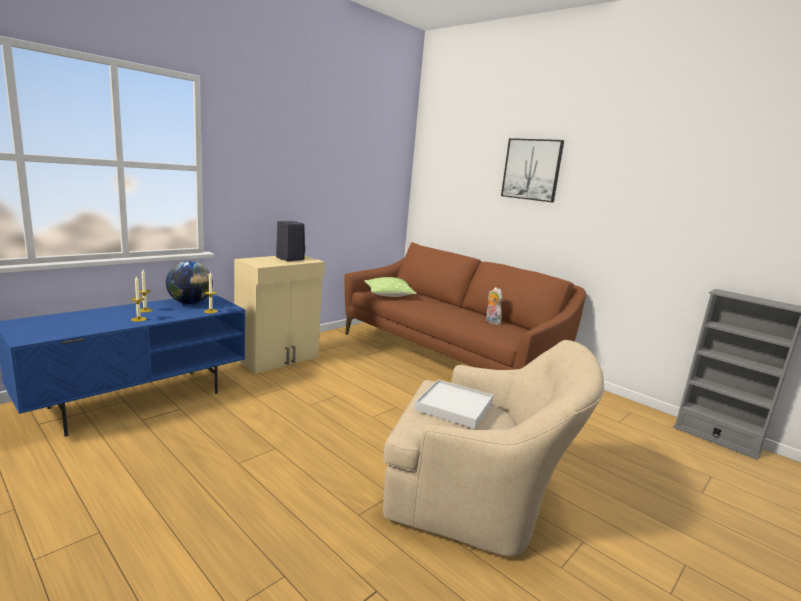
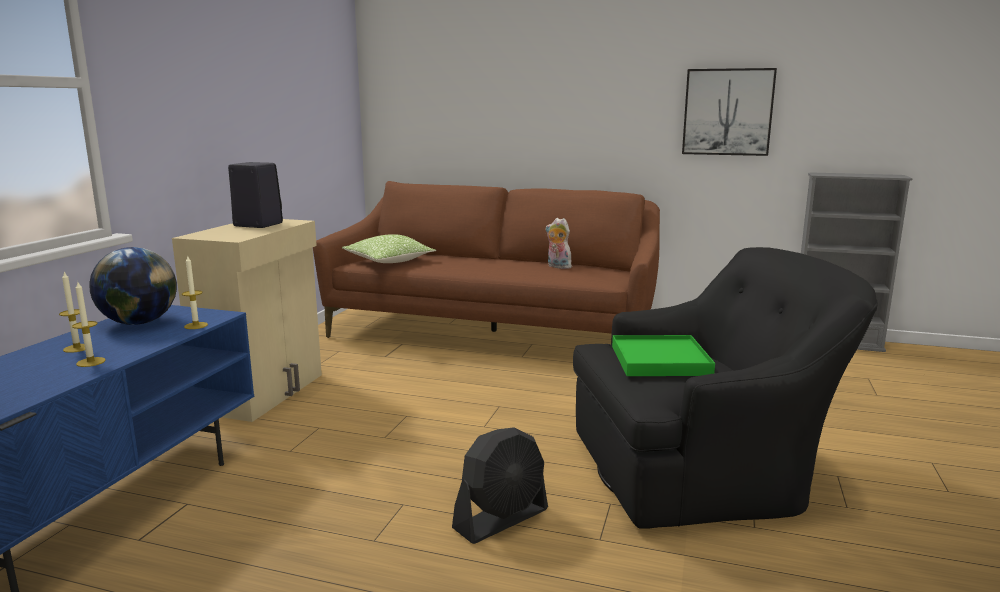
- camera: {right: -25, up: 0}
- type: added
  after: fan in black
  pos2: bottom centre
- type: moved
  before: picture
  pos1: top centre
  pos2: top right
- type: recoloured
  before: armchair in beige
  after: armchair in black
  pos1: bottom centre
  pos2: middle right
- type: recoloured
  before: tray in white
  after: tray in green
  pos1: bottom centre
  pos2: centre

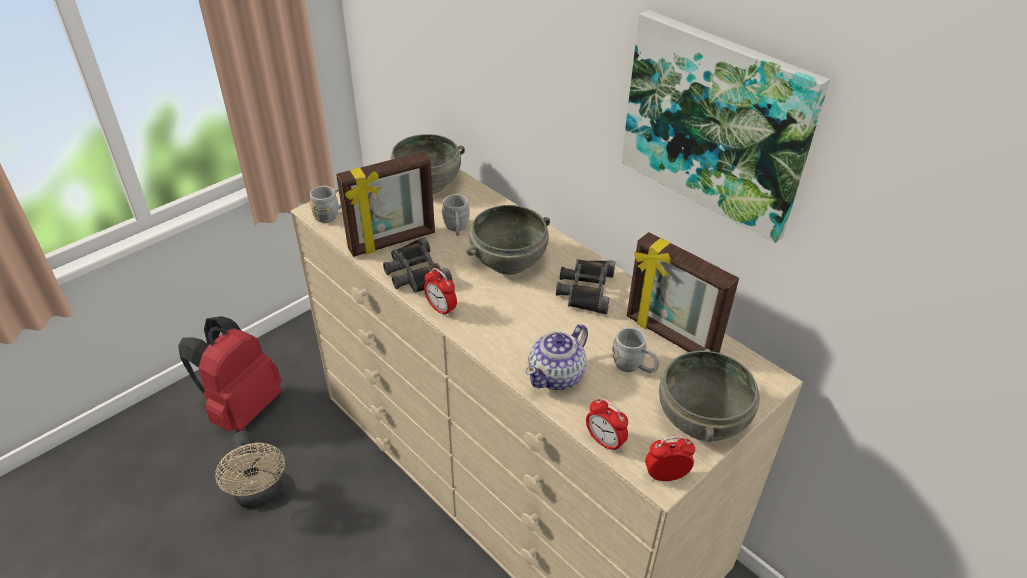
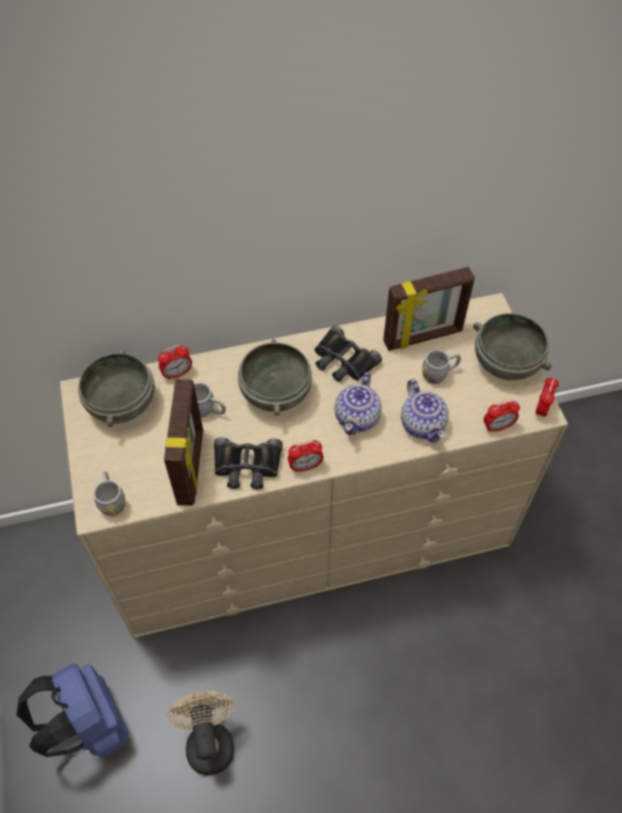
- camera: {right: -60, up: 15}
- type: removed
  before: picture
  pos1: top right
- type: added
  after: alarm clock (1st from left)
  pos2: middle left
- type: added
  after: teapot (1st from left)
  pos2: centre
- type: recoloured
  before: backpack in red
  after: backpack in blue
  pos1: middle left
  pos2: bottom left
- type: turned
  before: fan in beige
  pos1: bottom left
  pos2: bottom left
  turn: -105

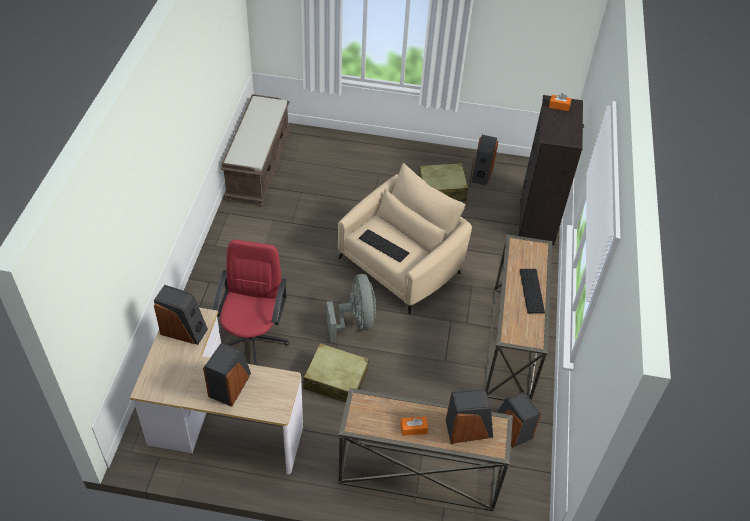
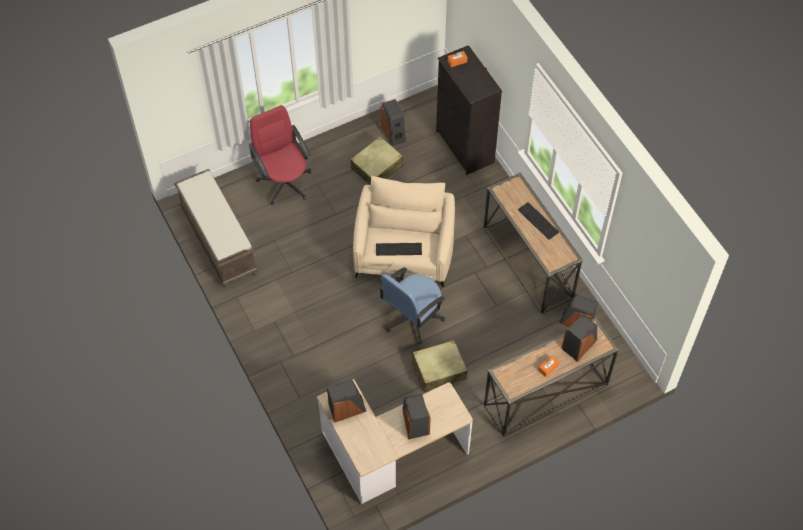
- camera: {right: -35, up: 10}
- type: moved
  before: office chair in red
  pos1: centre
  pos2: top centre
- type: replaced
  before: fan in grey
  after: office chair in blue
  pos1: centre
  pos2: centre

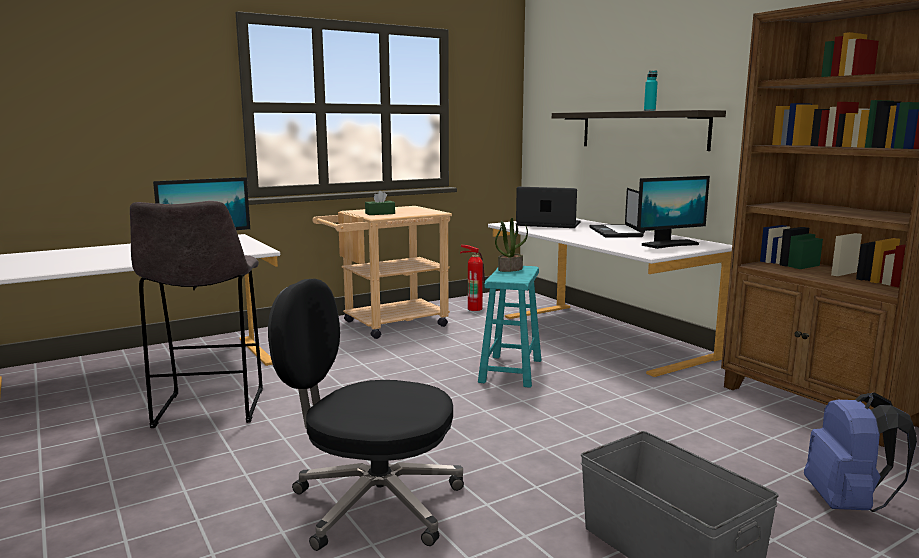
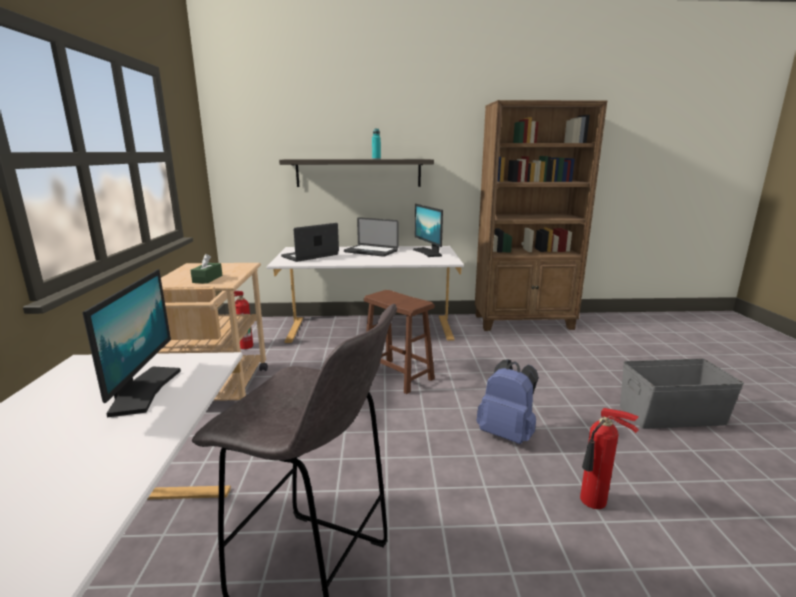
- camera: {right: -60, up: 5}
- type: removed
  before: potted plant
  pos1: centre
- type: moved
  before: backpack in blue
  pos1: bottom right
  pos2: bottom centre
- type: replaced
  before: office chair in black
  after: fire extinguisher (2nd from left)
  pos1: bottom centre
  pos2: bottom right
- type: recoloured
  before: stool in turquoise
  after: stool in brown
  pos1: centre
  pos2: centre
- type: turned
  before: monitor (2nd from left)
  pos1: middle right
  pos2: centre
  turn: 150

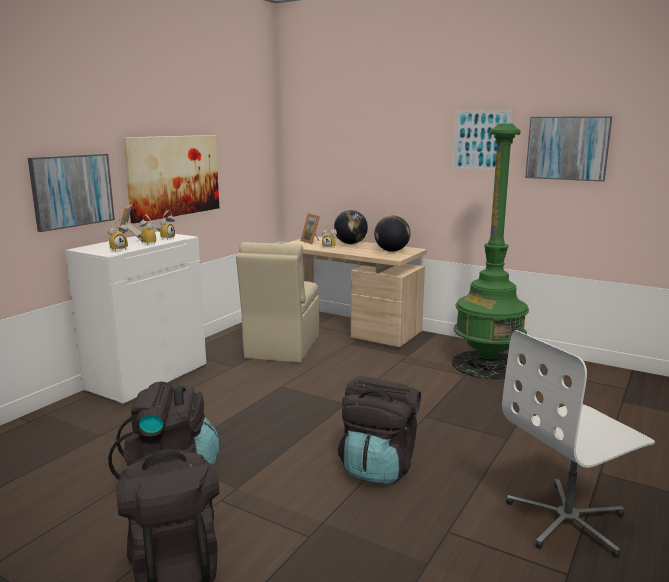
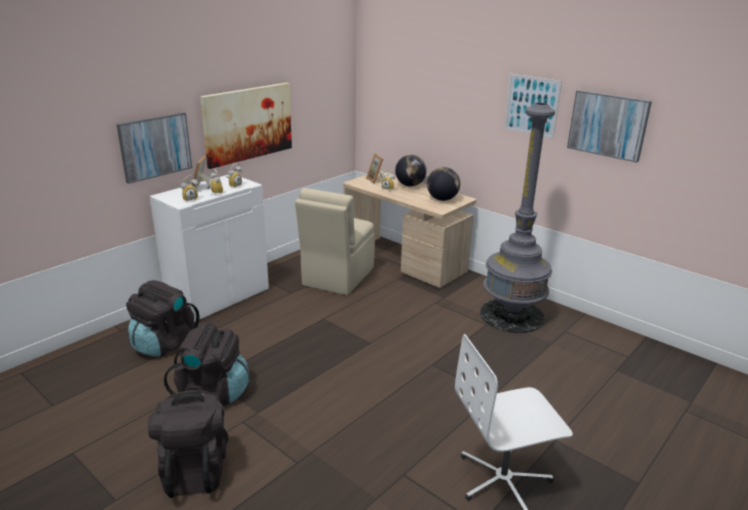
- camera: {right: 10, up: 10}
- type: moved
  before: backpack in black (3rd from left in the first image)
  after: backpack in black (1st from left)
  pos1: bottom centre
  pos2: middle left
- type: recoloured
  before: floor lamp in green
  after: floor lamp in grey
  pos1: middle right
  pos2: middle right

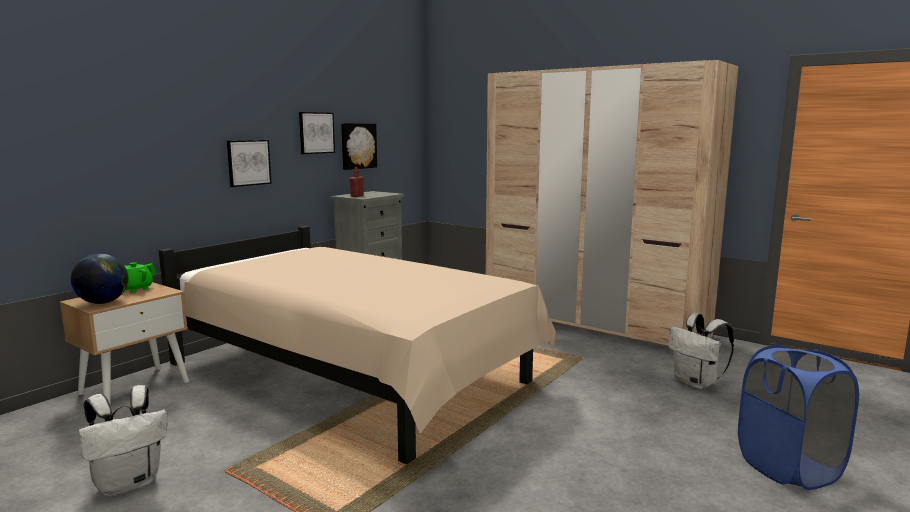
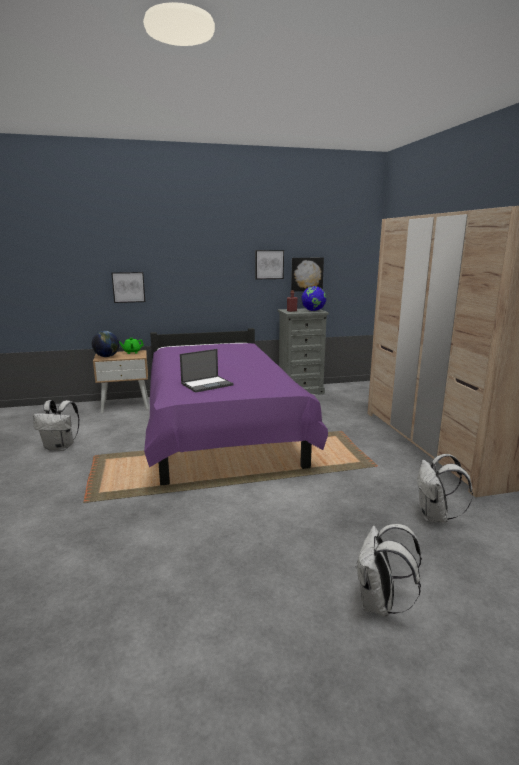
- camera: {right: 40, up: 5}
- type: added
  after: laptop
  pos2: centre
- type: added
  after: globe (2nd from left)
  pos2: centre
- type: moved
  before: picture (1st from left)
  pos1: top left
  pos2: middle left
- type: replaced
  before: laundry basket in blue
  after: backpack in white (2nd from left)
  pos1: bottom right
  pos2: bottom right
- type: recoloured
  before: bed in beige
  after: bed in purple
  pos1: bottom centre
  pos2: centre

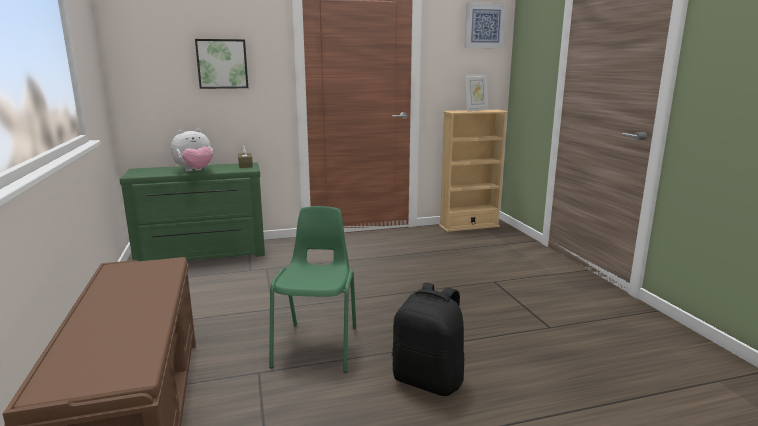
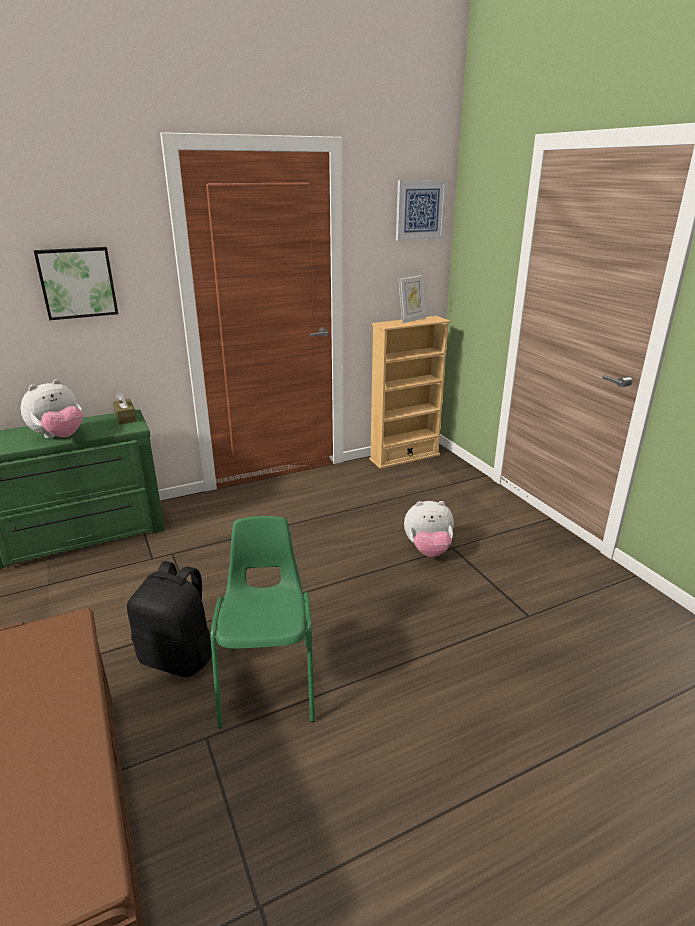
- camera: {right: -10, up: 10}
- type: added
  after: plush toy (2nd from left)
  pos2: centre
- type: moved
  before: backpack in black
  pos1: bottom centre
  pos2: bottom left

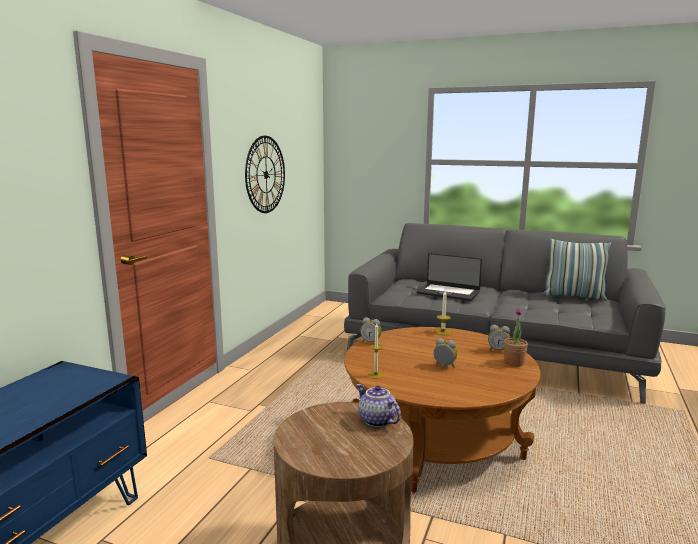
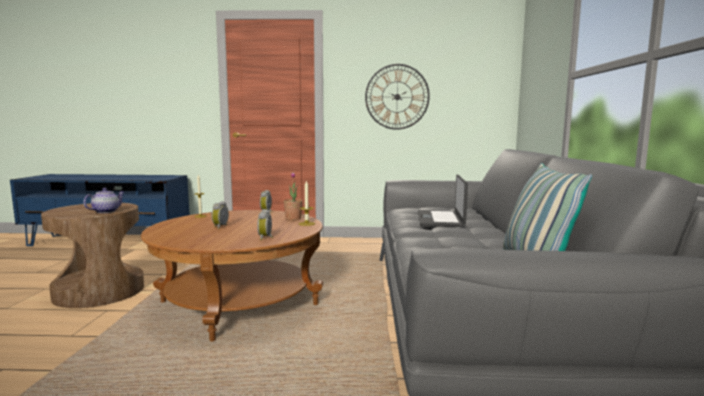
- camera: {right: 70, up: -5}
- type: moved
  before: potted plant
  pos1: middle right
  pos2: centre

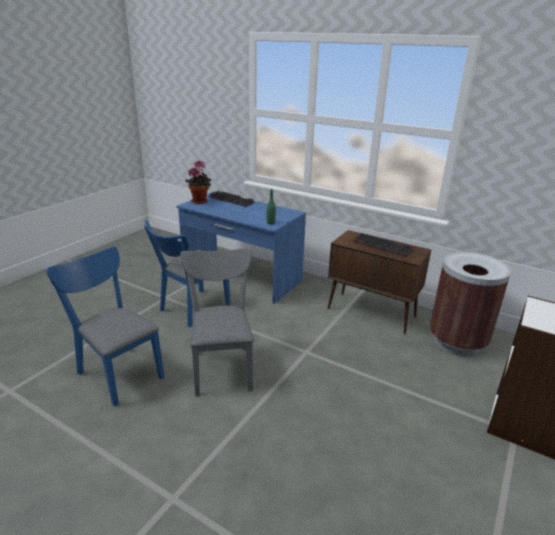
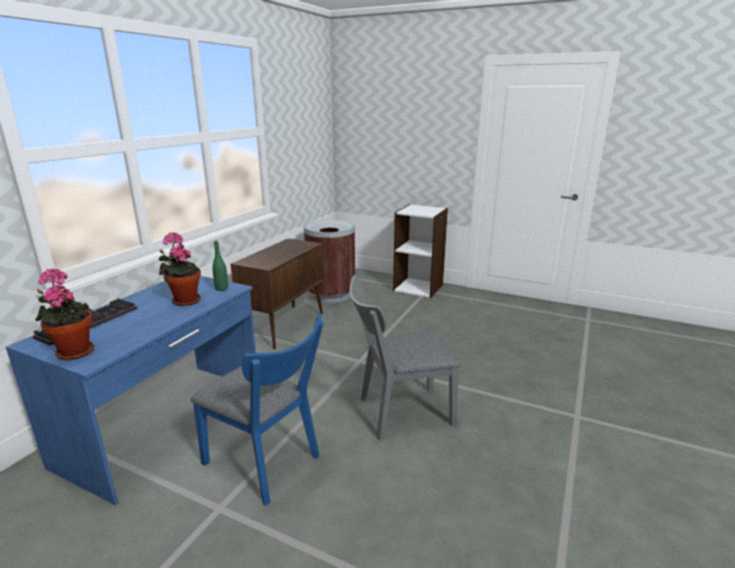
- camera: {right: -95, up: -5}
- type: removed
  before: chair in blue (1st from left)
  pos1: middle left
- type: removed
  before: keyboard (2nd from left)
  pos1: middle right
- type: added
  after: potted plant (2nd from left)
  pos2: middle left

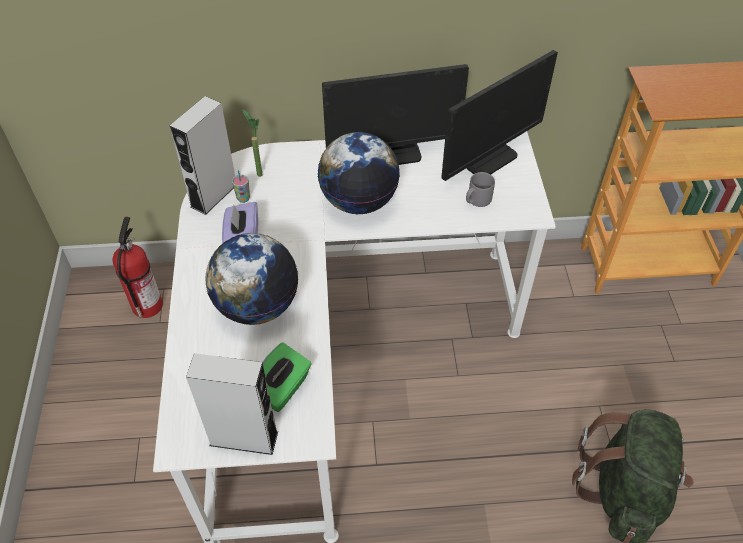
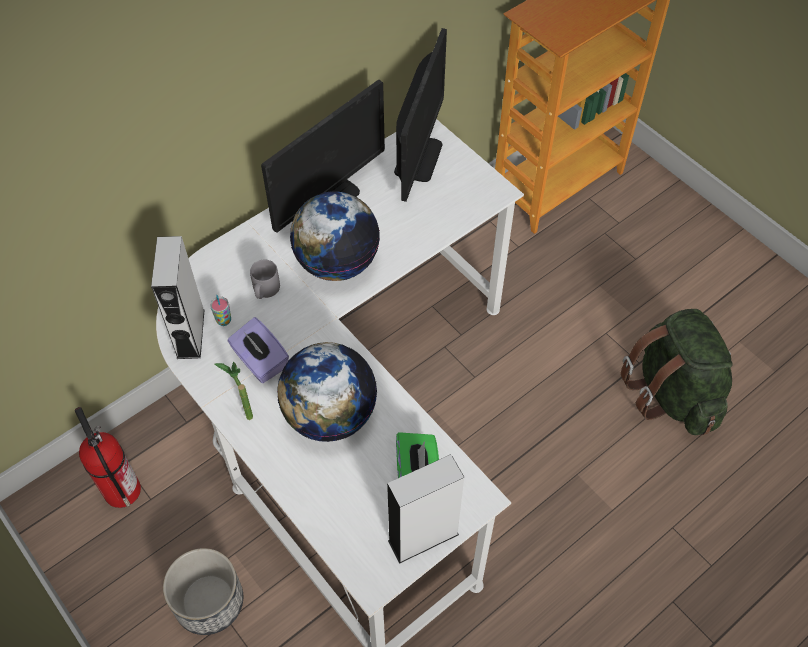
- camera: {right: -35, up: 5}
- type: added
  after: planter
  pos2: bottom left
- type: moved
  before: potted plant
  pos1: top centre
  pos2: middle left
- type: moved
  before: mug in grey
  pos1: centre
  pos2: middle left

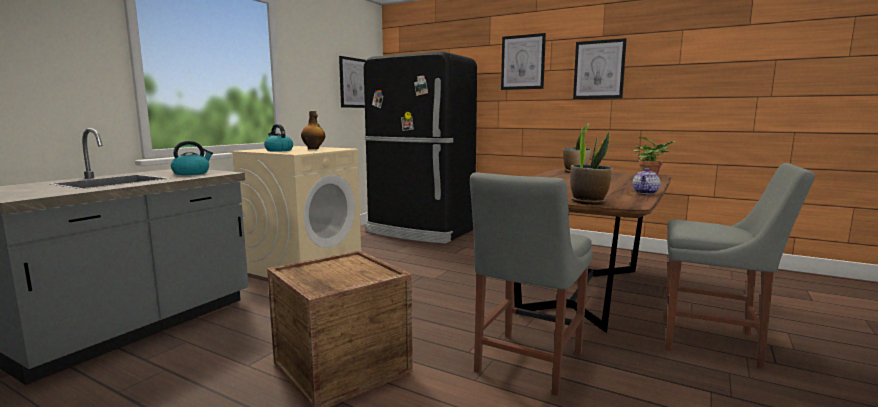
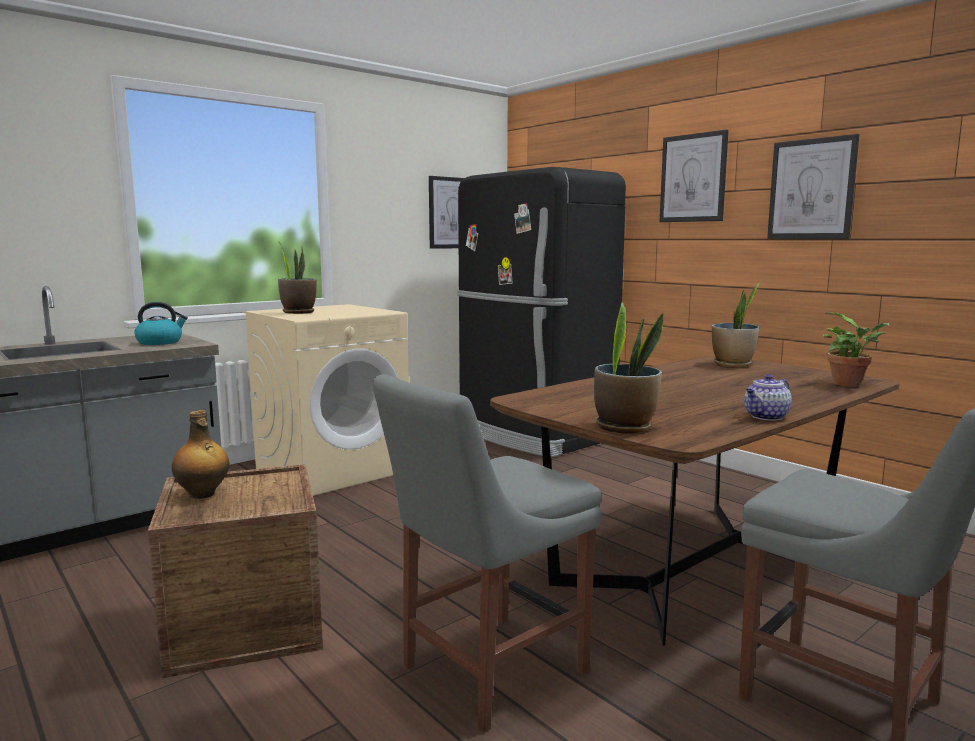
- camera: {right: 20, up: 0}
- type: moved
  before: bottle
  pos1: top centre
  pos2: middle left
- type: replaced
  before: kettle (2nd from left)
  after: potted plant (1st from left)
  pos1: middle left
  pos2: middle left

